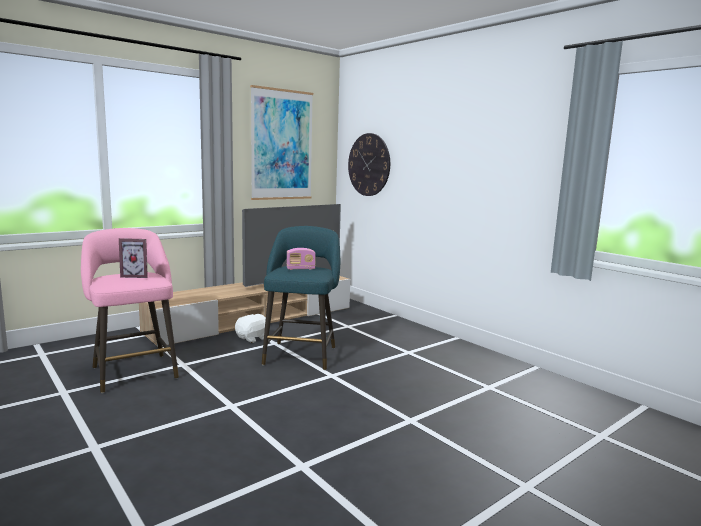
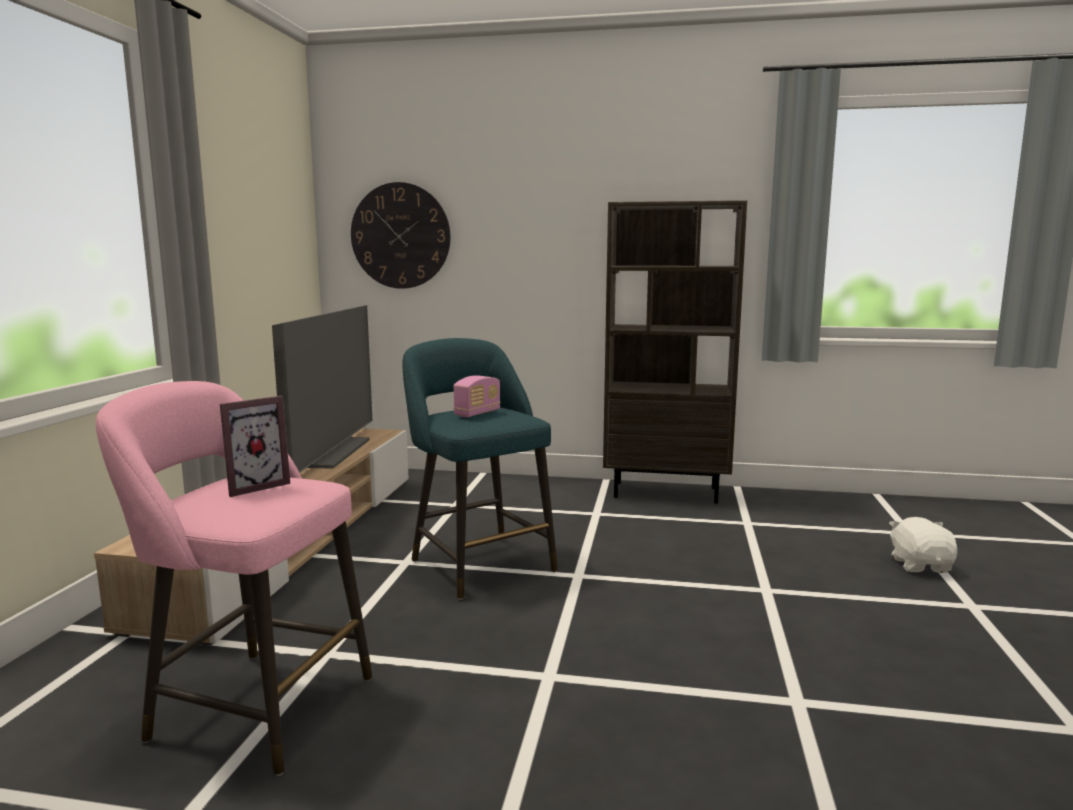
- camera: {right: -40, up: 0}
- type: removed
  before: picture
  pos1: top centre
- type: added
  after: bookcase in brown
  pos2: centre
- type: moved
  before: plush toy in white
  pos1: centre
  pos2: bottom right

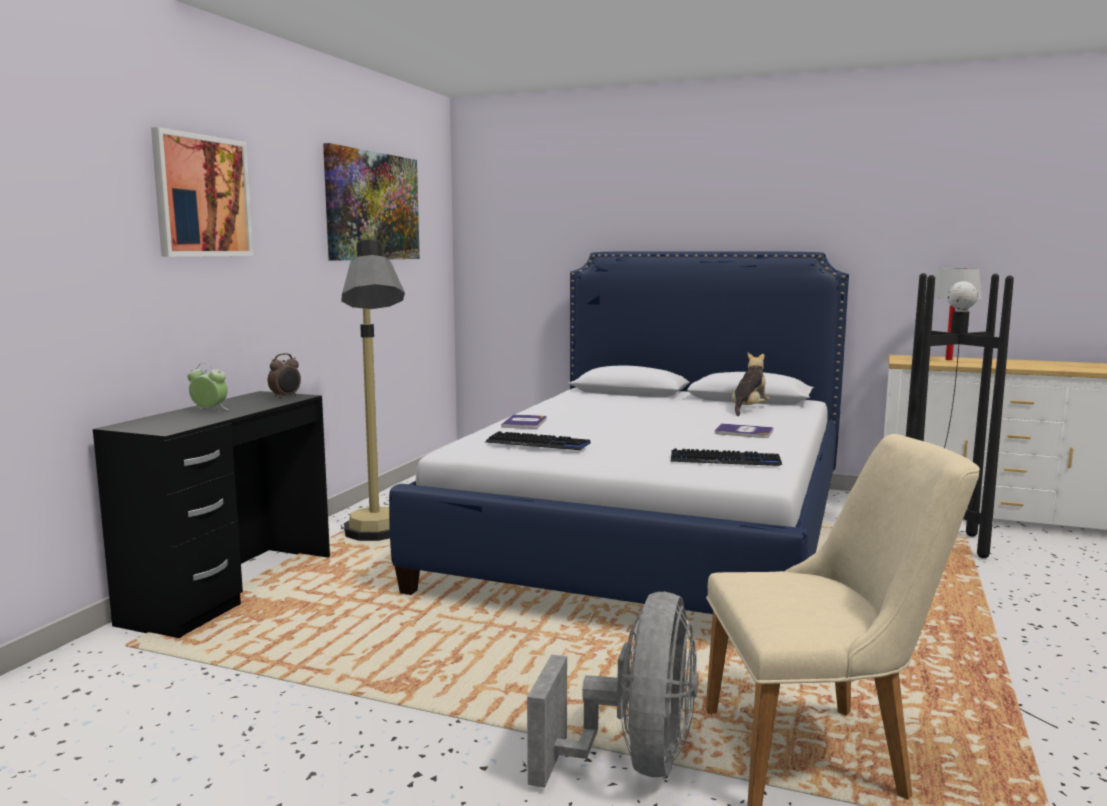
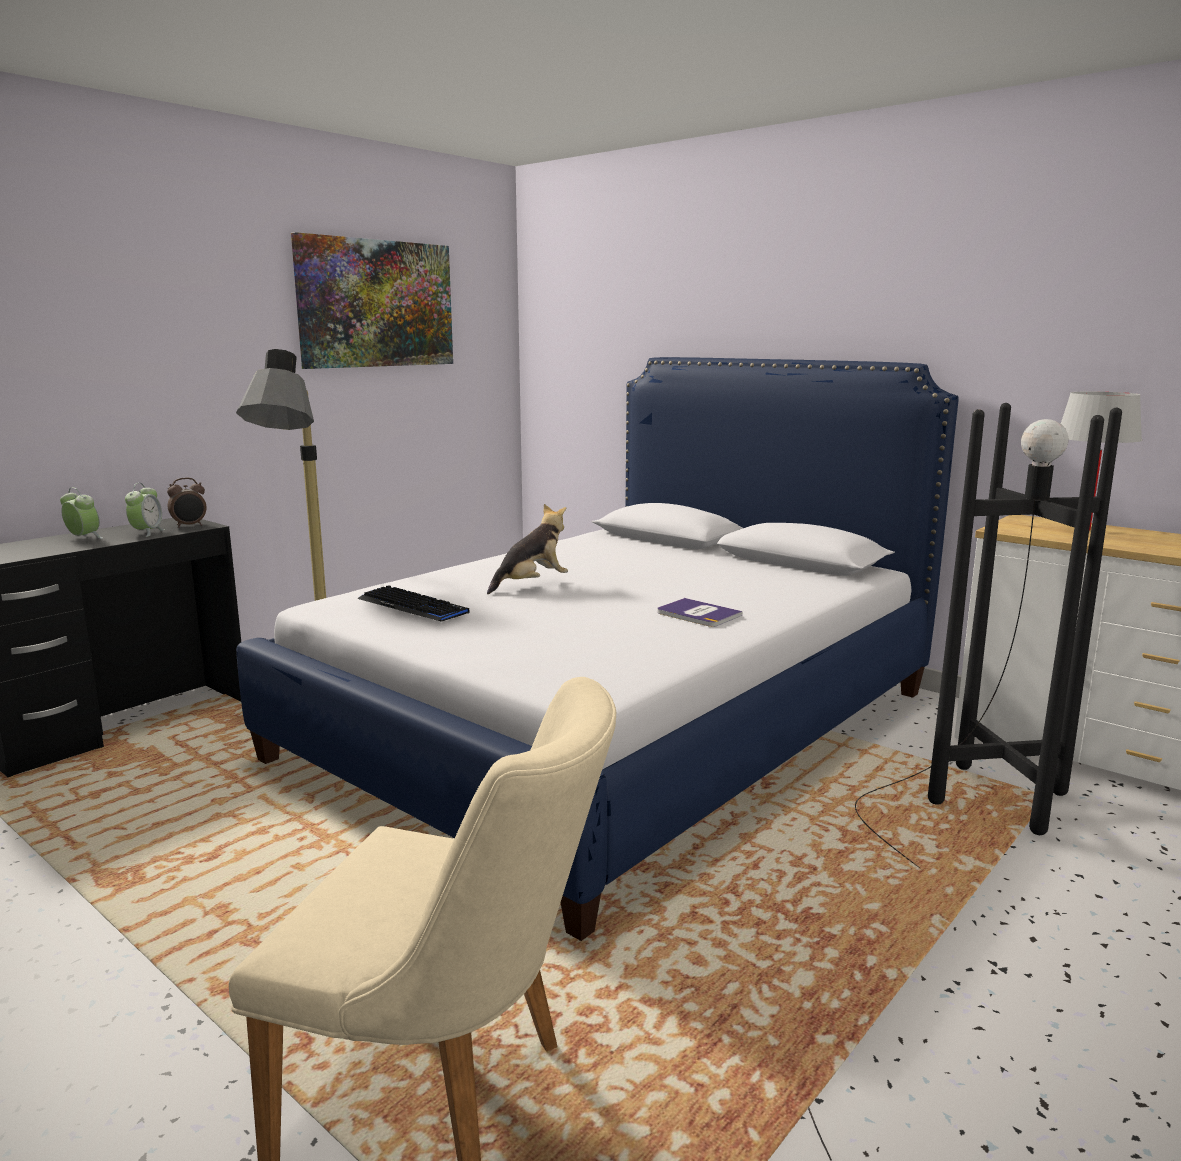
- camera: {right: 20, up: 5}
- type: removed
  before: picture (1st from left)
  pos1: top left
- type: removed
  before: book (1st from left)
  pos1: centre
- type: removed
  before: fan in grey
  pos1: bottom centre
- type: removed
  before: keyboard (2nd from left)
  pos1: centre
- type: added
  after: alarm clock (2nd from left)
  pos2: middle left
- type: moved
  before: plush toy
  pos1: middle right
  pos2: centre

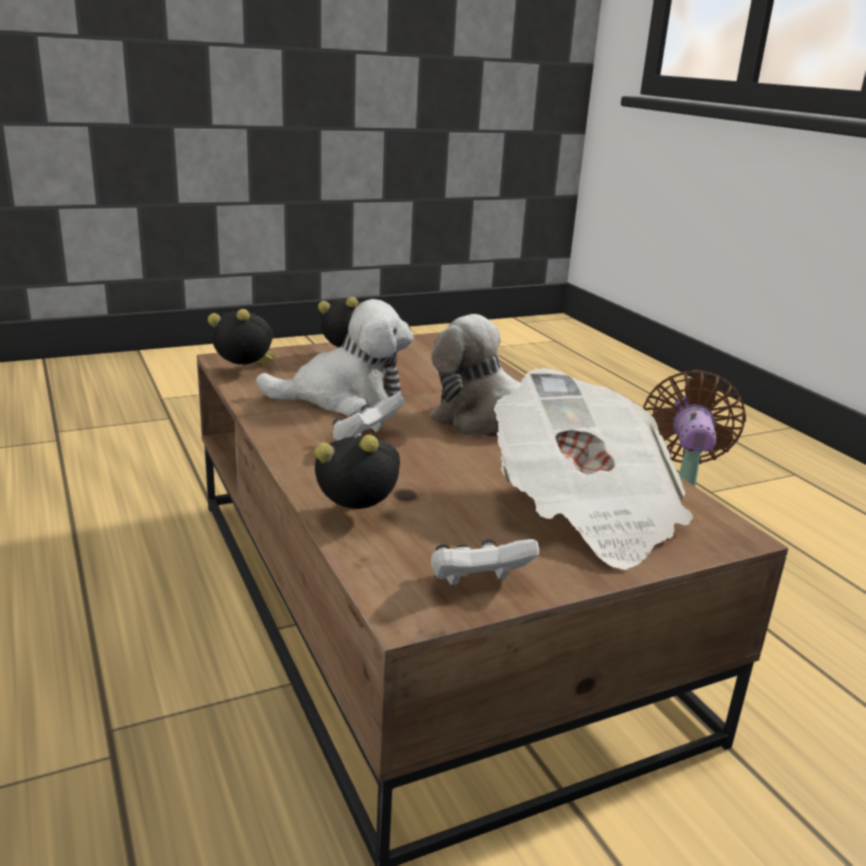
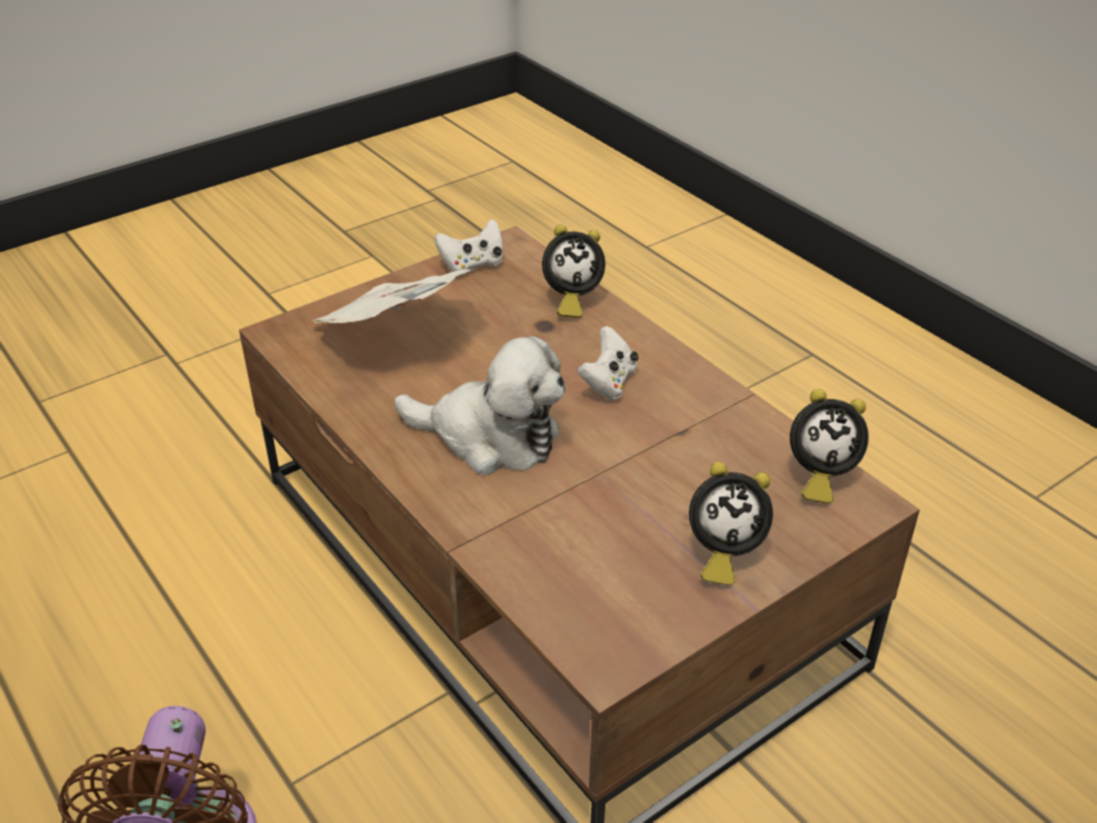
- camera: {right: 170, up: 15}
- type: removed
  before: plush toy (1st from left)
  pos1: centre

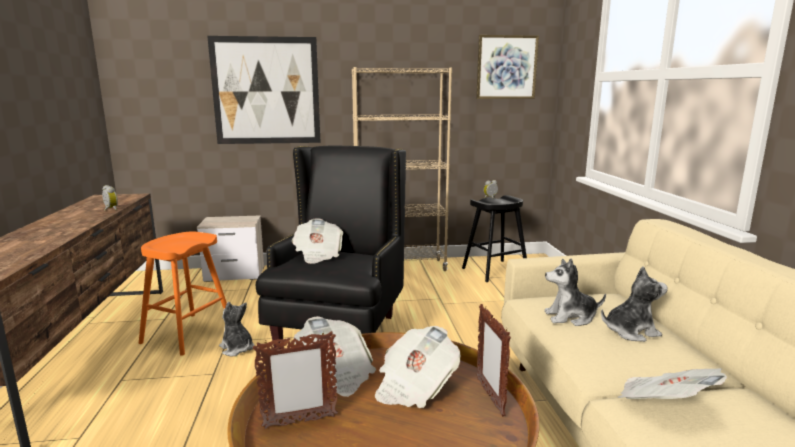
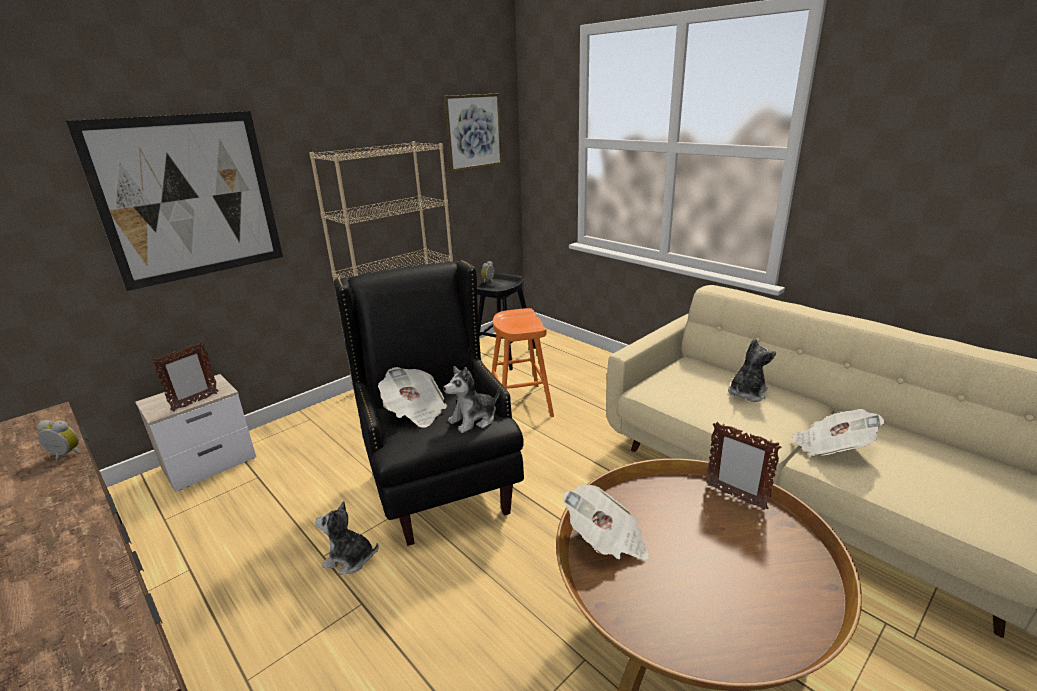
- camera: {right: -35, up: 10}
- type: removed
  before: newspaper (3rd from left)
  pos1: bottom centre
- type: moved
  before: stool in orange
  pos1: middle left
  pos2: centre
- type: moved
  before: picture frame (1st from left)
  pos1: bottom centre
  pos2: middle left
- type: moved
  before: plush toy (2nd from left)
  pos1: middle right
  pos2: centre

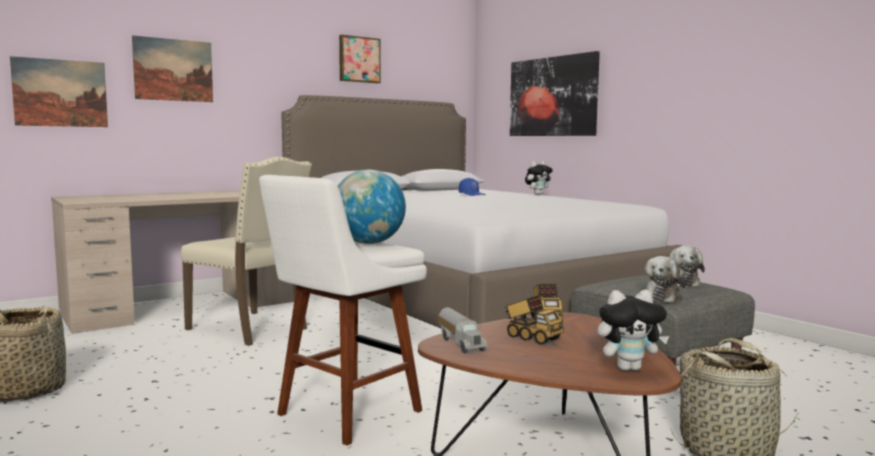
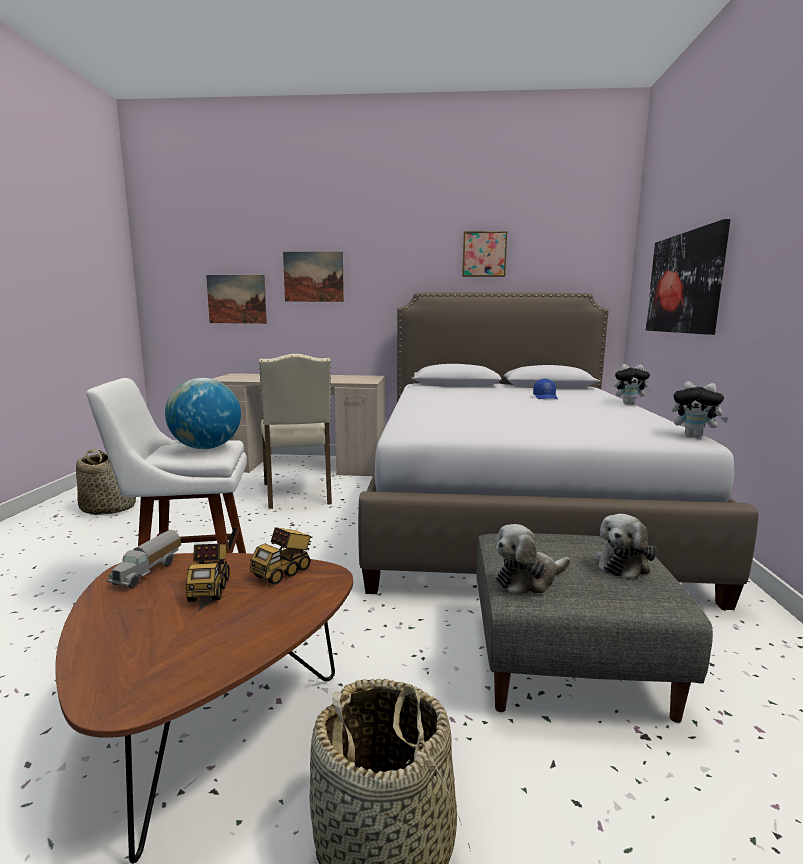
- camera: {right: 40, up: 5}
- type: moved
  before: plush toy (2nd from left in the first image)
  after: plush toy (4th from left)
  pos1: bottom right
  pos2: middle right

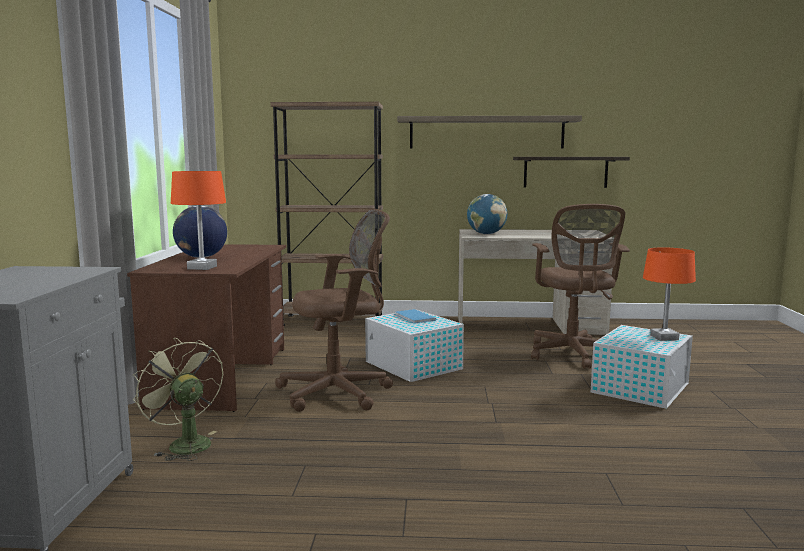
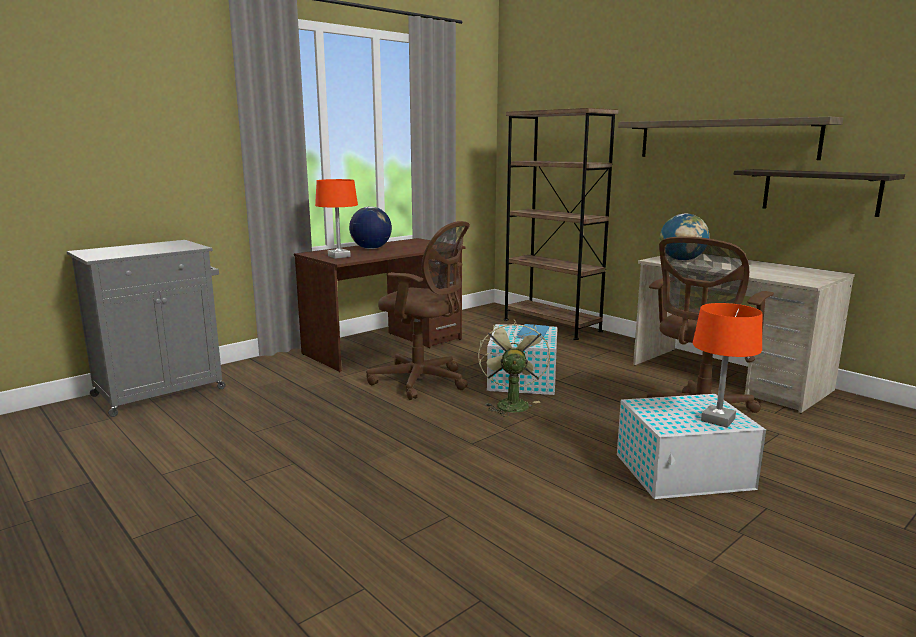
- camera: {right: 45, up: 5}
- type: moved
  before: fan in green
  pos1: bottom left
  pos2: centre

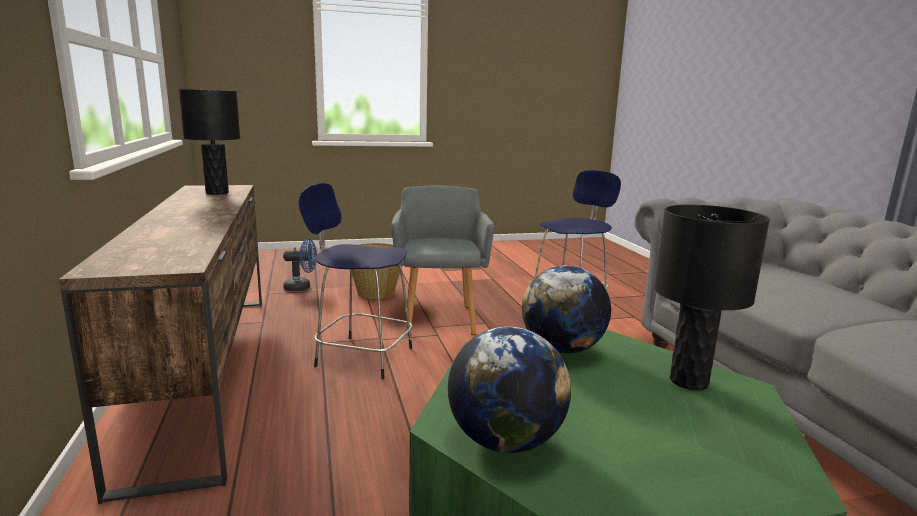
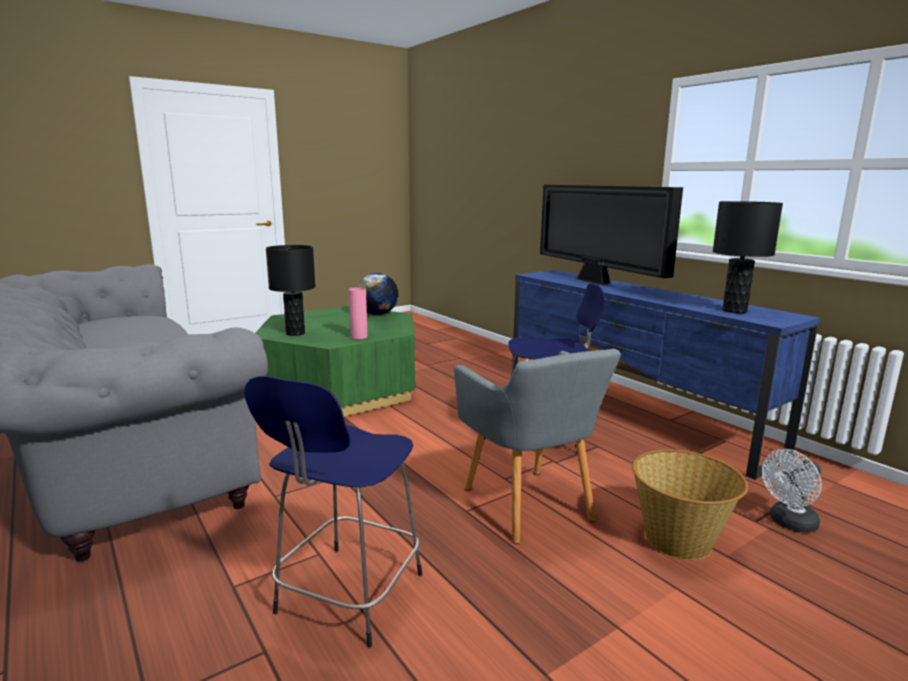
- camera: {right: 160, up: 0}
- type: added
  after: television
  pos2: middle right
- type: replaced
  before: globe (2nd from left)
  after: vase in pink
  pos1: centre
  pos2: centre
- type: recoloured
  before: tv stand in brown
  after: tv stand in blue
  pos1: bottom left
  pos2: middle right
- type: recoloured
  before: fan in blue
  after: fan in white
  pos1: middle left
  pos2: bottom right

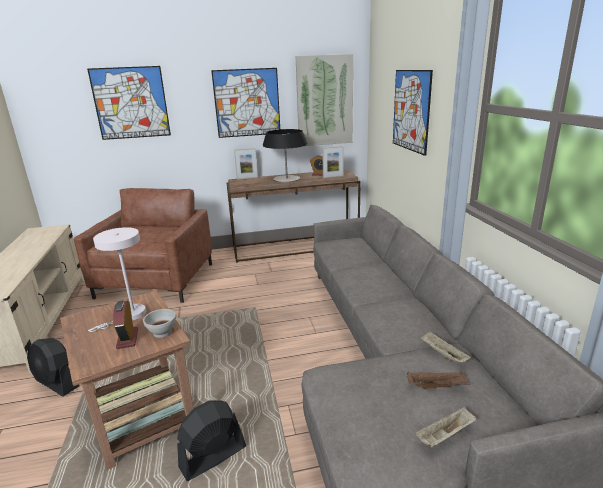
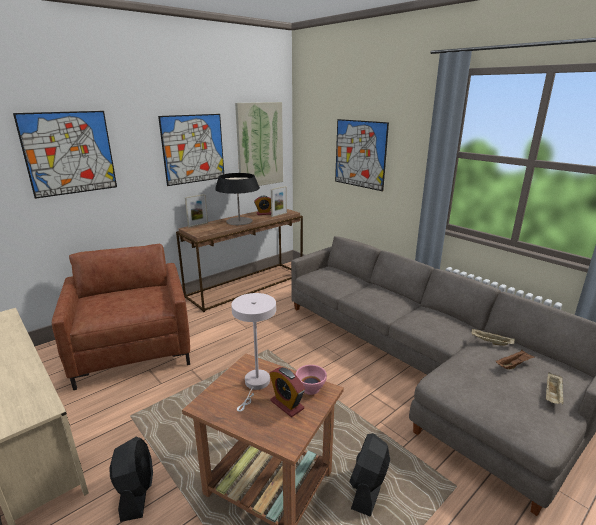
- camera: {right: -30, up: 0}
- type: recoloured
  before: bowl in white
  after: bowl in pink
  pos1: middle left
  pos2: bottom centre
- type: turned
  before: fan in black (1st from left)
  pos1: bottom left
  pos2: bottom left
  turn: -105

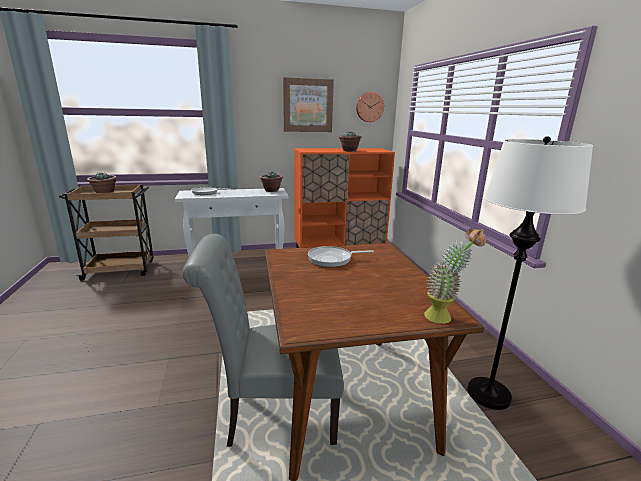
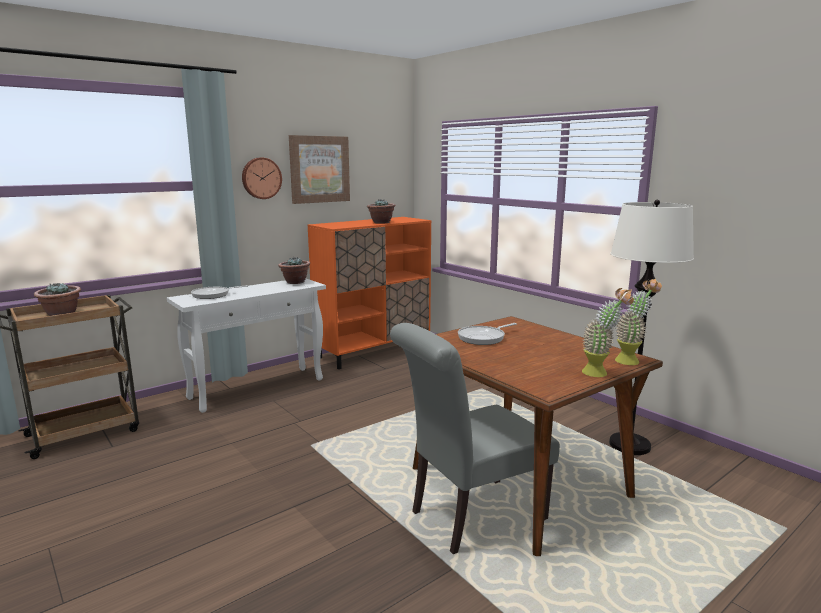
- camera: {right: -25, up: -5}
- type: added
  after: potted plant (4th from left)
  pos2: middle right
- type: moved
  before: wall clock
  pos1: top centre
  pos2: top left

